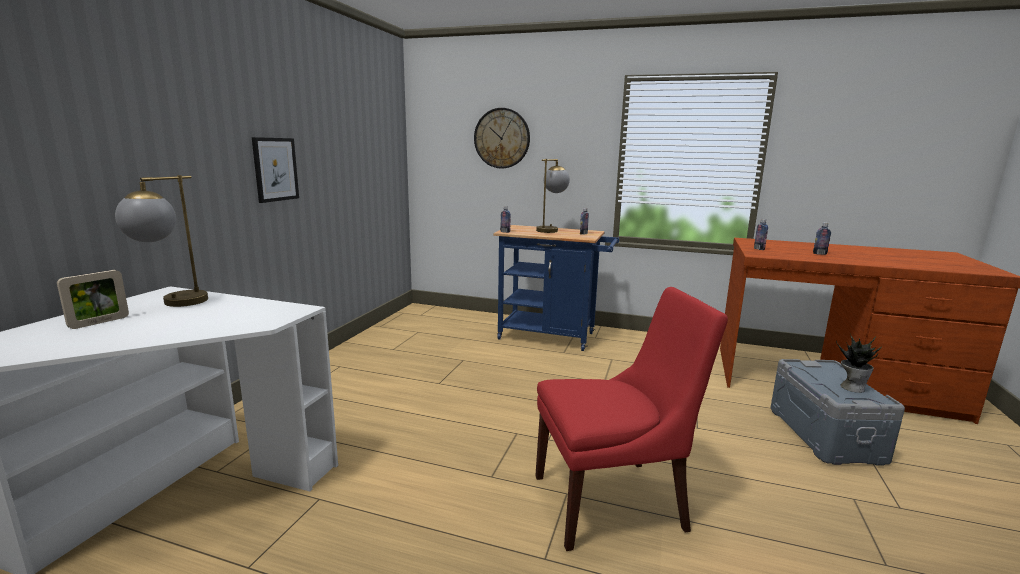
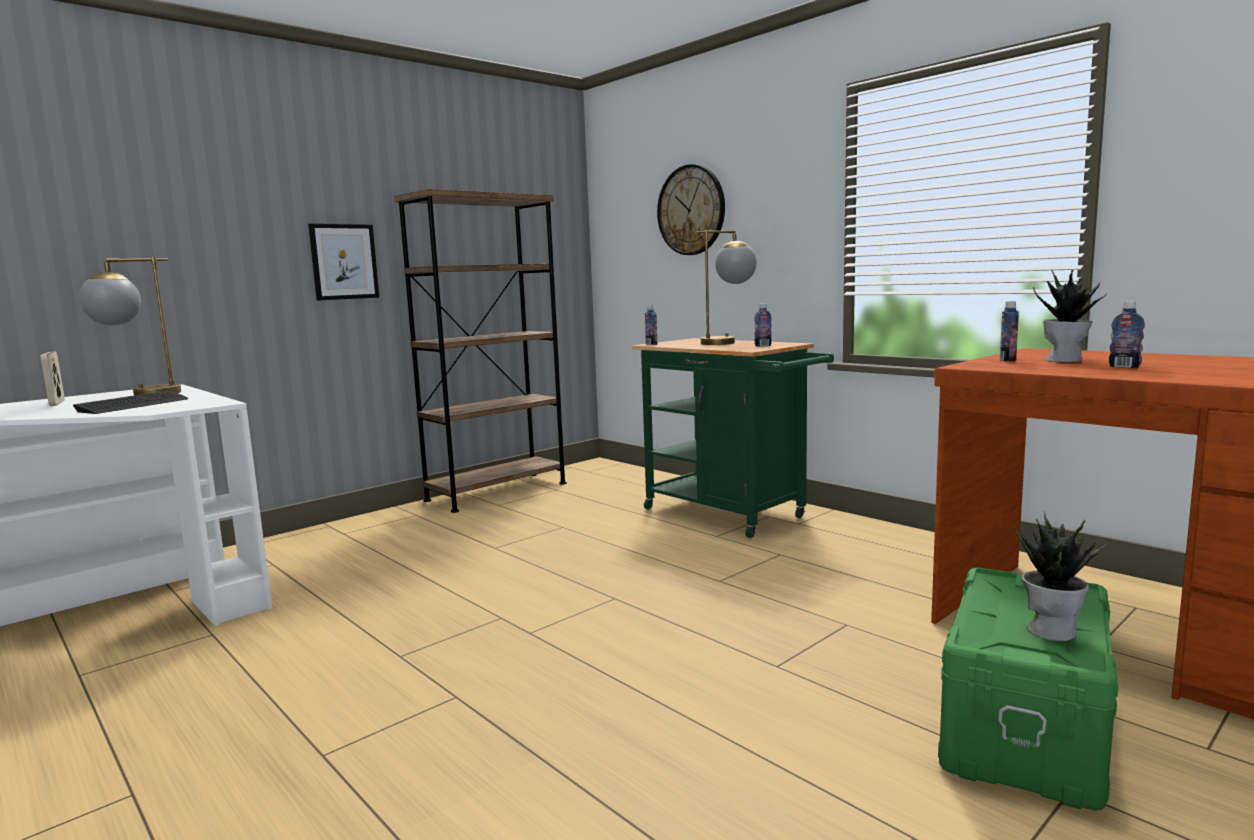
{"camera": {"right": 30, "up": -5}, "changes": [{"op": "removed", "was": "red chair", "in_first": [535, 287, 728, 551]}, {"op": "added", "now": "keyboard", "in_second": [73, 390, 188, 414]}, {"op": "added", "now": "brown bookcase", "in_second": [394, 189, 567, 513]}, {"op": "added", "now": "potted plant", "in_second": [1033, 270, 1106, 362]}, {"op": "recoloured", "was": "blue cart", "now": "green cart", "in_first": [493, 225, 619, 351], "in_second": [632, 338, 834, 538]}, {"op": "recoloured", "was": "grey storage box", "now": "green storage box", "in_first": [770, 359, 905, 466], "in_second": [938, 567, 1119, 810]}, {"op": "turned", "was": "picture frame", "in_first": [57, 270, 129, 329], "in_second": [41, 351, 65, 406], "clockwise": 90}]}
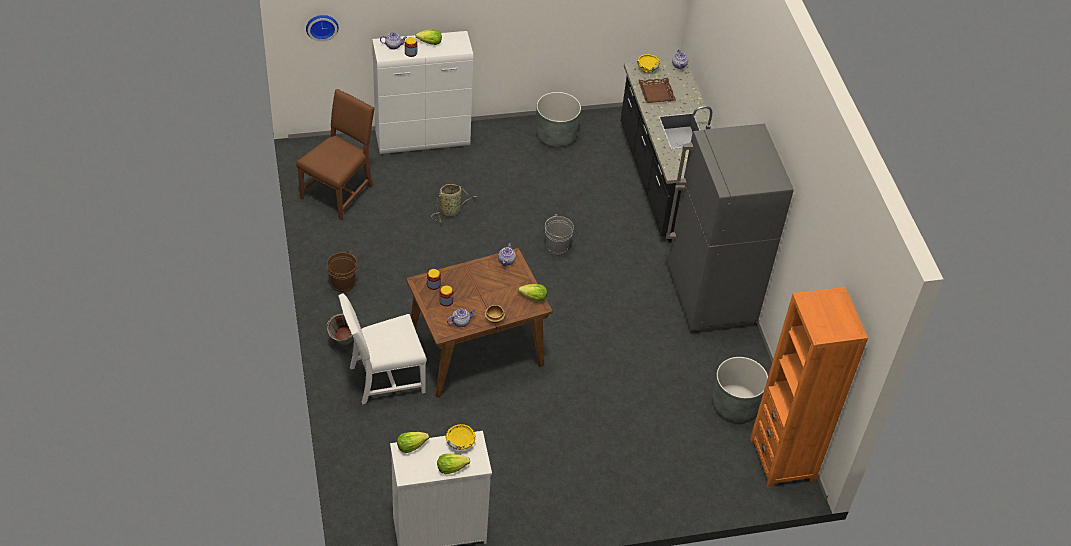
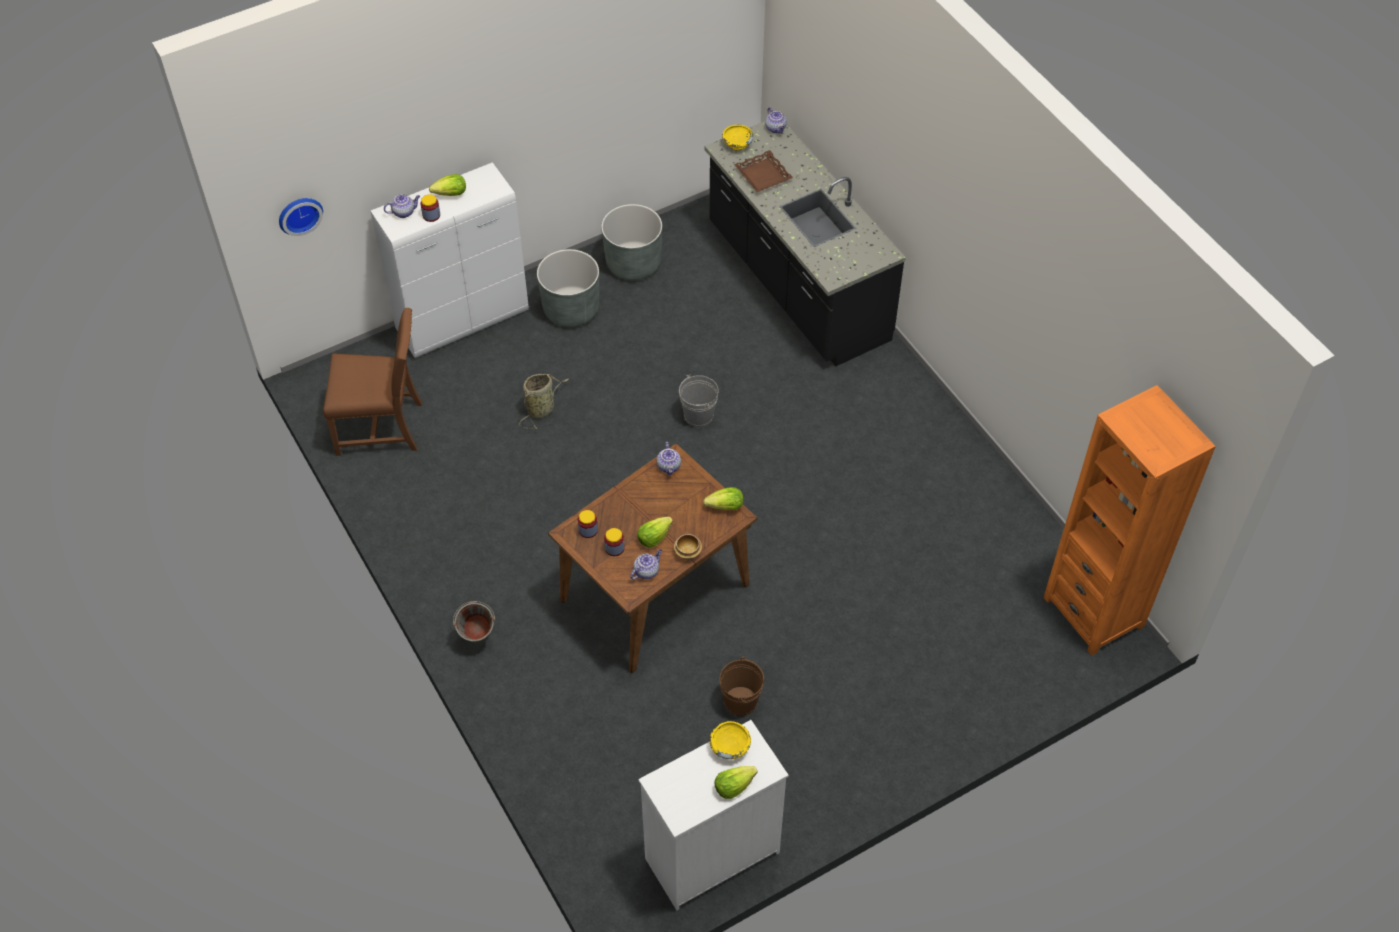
{"camera": {"right": -15, "up": 5}, "changes": [{"op": "removed", "was": "white chair", "in_first": [339, 294, 427, 404]}, {"op": "removed", "was": "grey fridge", "in_first": [666, 124, 794, 331]}, {"op": "moved", "was": "brown bucket", "in_first": [327, 251, 357, 292], "in_second": [720, 656, 764, 716]}, {"op": "moved", "was": "lettuce", "in_first": [397, 432, 429, 453], "in_second": [637, 517, 673, 548]}, {"op": "moved", "was": "grey planter", "in_first": [713, 357, 768, 421], "in_second": [537, 249, 599, 327]}, {"op": "turned", "was": "brown chair", "in_first": [296, 89, 375, 220], "in_second": [323, 308, 422, 456], "clockwise": 75}]}
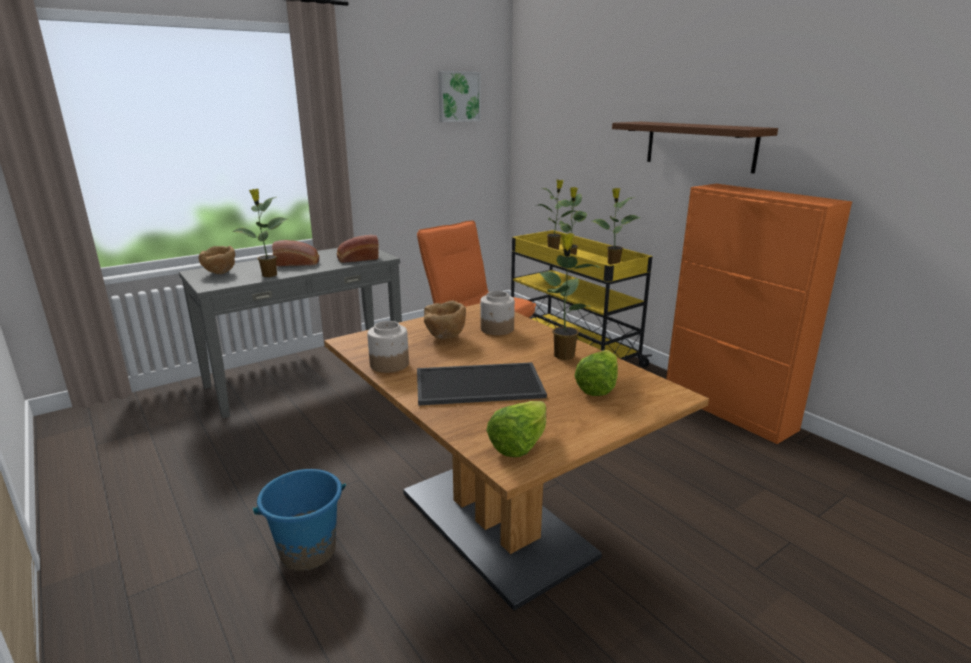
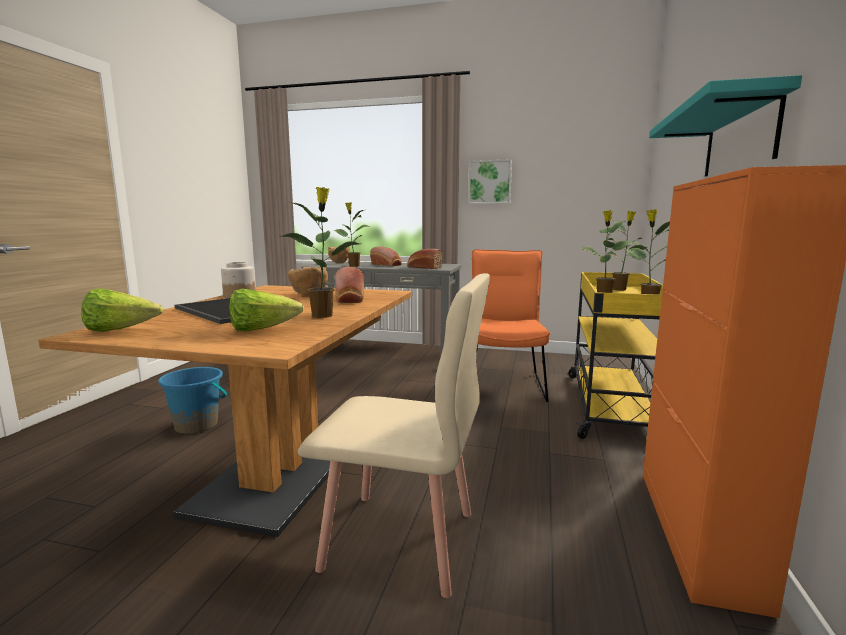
{"camera": {"right": 50, "up": -10}, "changes": [{"op": "added", "now": "beige chair", "in_second": [298, 273, 490, 598]}, {"op": "moved", "was": "picture", "in_first": [438, 71, 481, 122], "in_second": [468, 159, 512, 204]}, {"op": "replaced", "was": "jar", "now": "bread", "in_first": [480, 291, 515, 335], "in_second": [335, 267, 364, 303]}, {"op": "recoloured", "was": "brown shelf", "now": "turquoise shelf", "in_first": [612, 122, 778, 173], "in_second": [649, 75, 802, 177]}]}
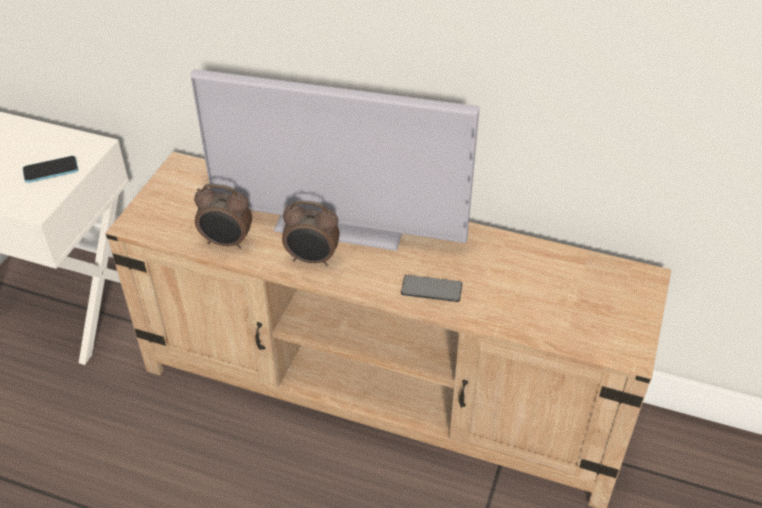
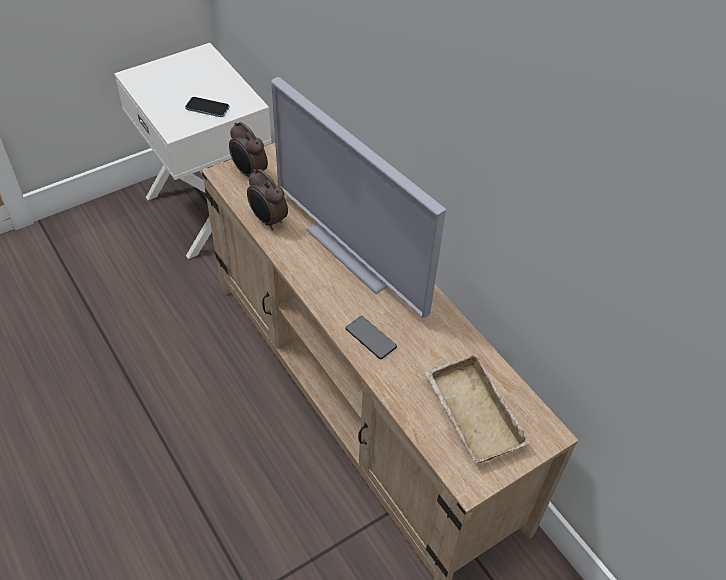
{"camera": {"right": 35, "up": 5}, "changes": [{"op": "added", "now": "beige tray", "in_second": [424, 353, 531, 463]}, {"op": "moved", "was": "alarm clock", "in_first": [282, 200, 340, 266], "in_second": [229, 122, 268, 177]}]}
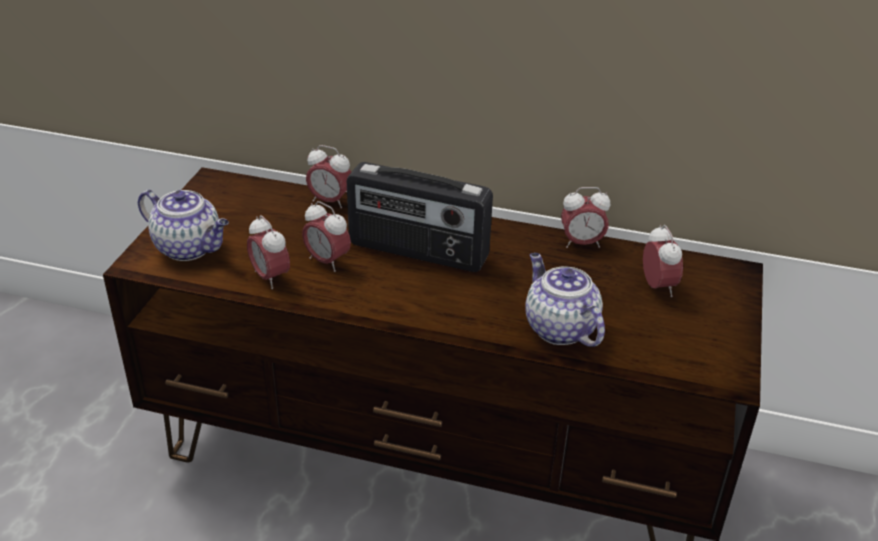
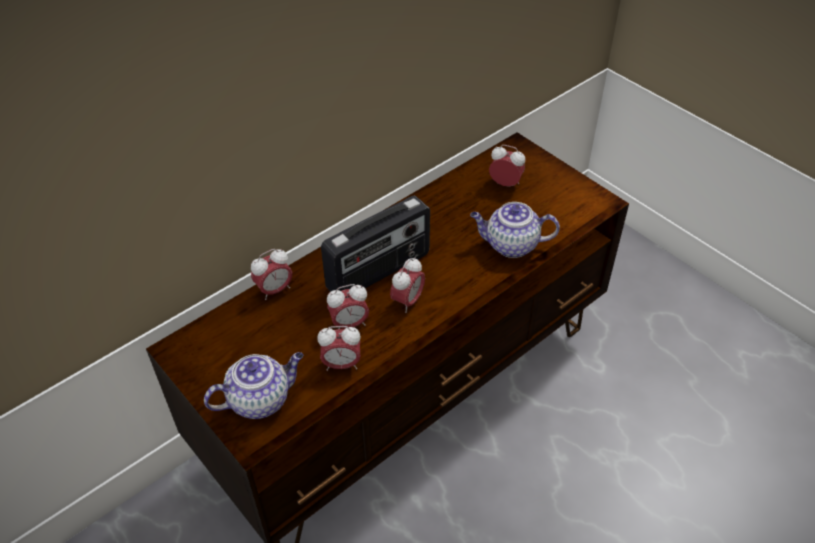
{"camera": {"right": -55, "up": 10}, "changes": [{"op": "moved", "was": "alarm clock", "in_first": [561, 187, 610, 248], "in_second": [390, 257, 425, 313]}]}
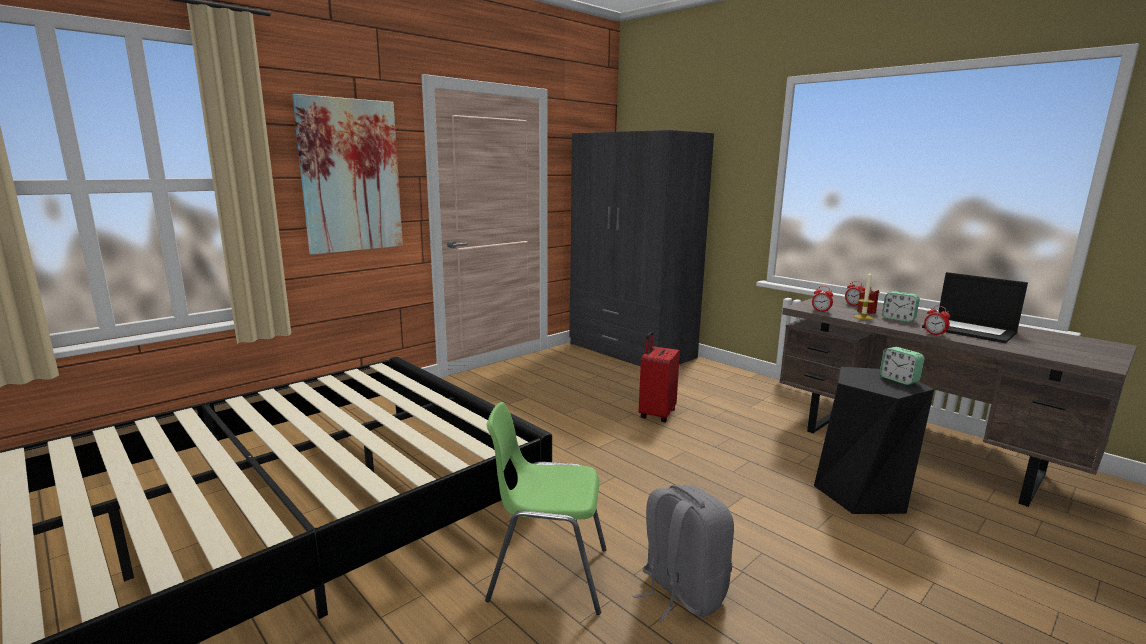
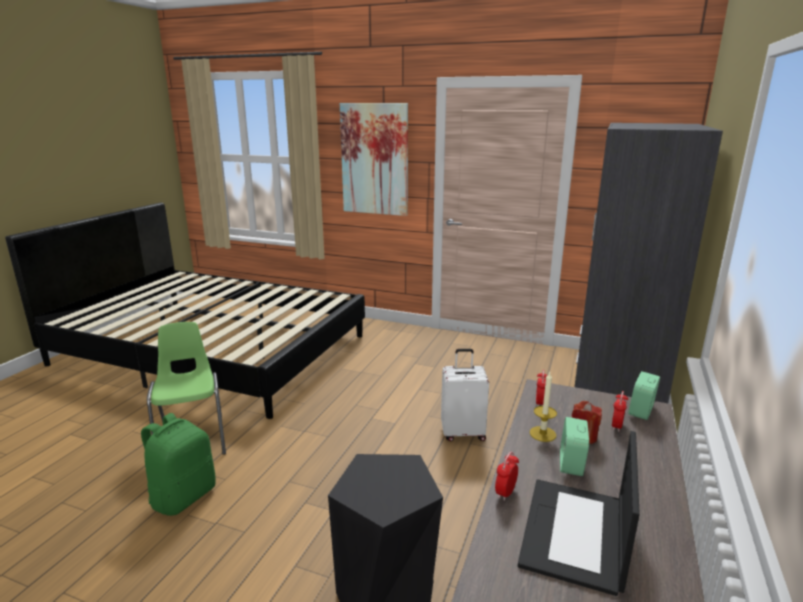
{"camera": {"right": 65, "up": 5}, "changes": [{"op": "moved", "was": "alarm clock", "in_first": [879, 347, 924, 385], "in_second": [628, 371, 660, 420]}, {"op": "recoloured", "was": "grey backpack", "now": "green backpack", "in_first": [633, 484, 734, 623], "in_second": [141, 413, 216, 516]}, {"op": "recoloured", "was": "red suitcase", "now": "white suitcase", "in_first": [639, 331, 680, 422], "in_second": [441, 349, 489, 441]}]}
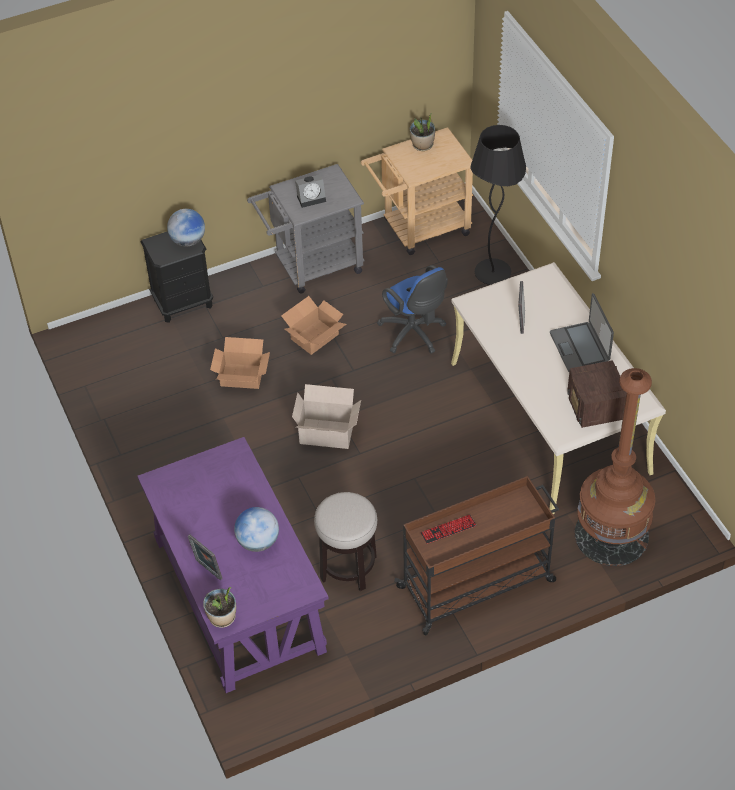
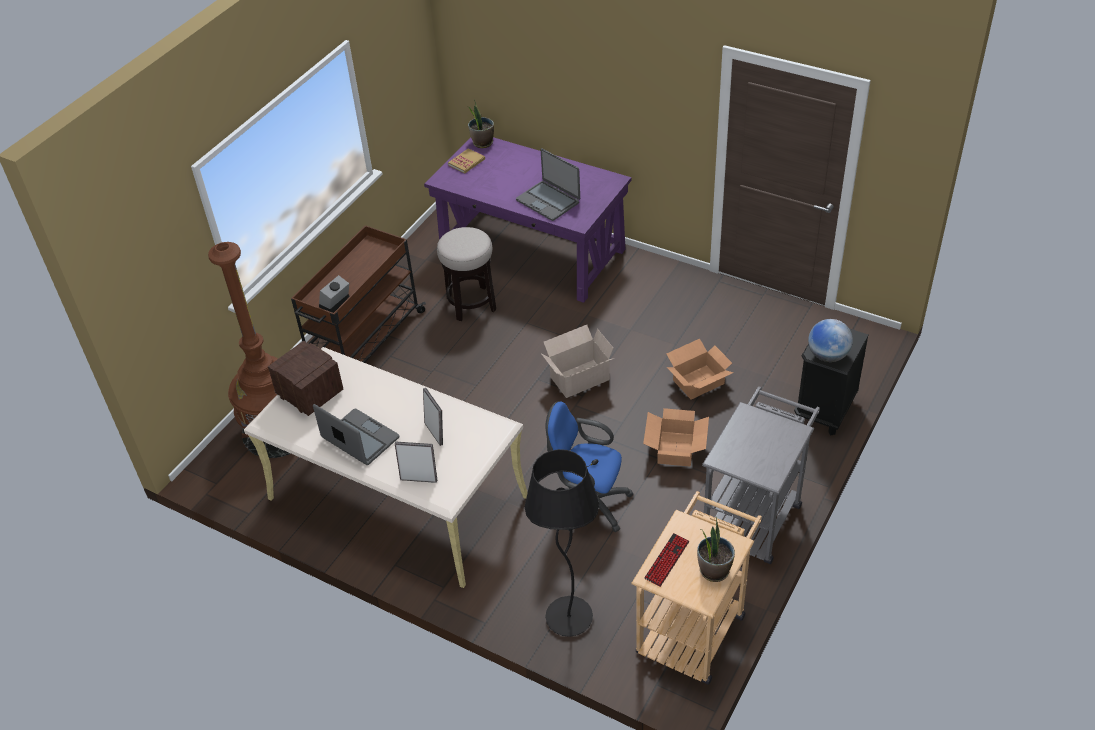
{"camera": {"right": 145, "up": -5}, "changes": [{"op": "removed", "was": "globe", "in_first": [234, 507, 279, 552]}, {"op": "added", "now": "book", "in_second": [448, 148, 485, 174]}, {"op": "added", "now": "laptop", "in_second": [516, 148, 580, 221]}, {"op": "moved", "was": "picture frame", "in_first": [188, 534, 222, 580], "in_second": [395, 442, 437, 483]}, {"op": "moved", "was": "alarm clock", "in_first": [295, 175, 326, 208], "in_second": [319, 275, 350, 313]}, {"op": "moved", "was": "keyboard", "in_first": [420, 515, 477, 544], "in_second": [644, 533, 689, 587]}]}
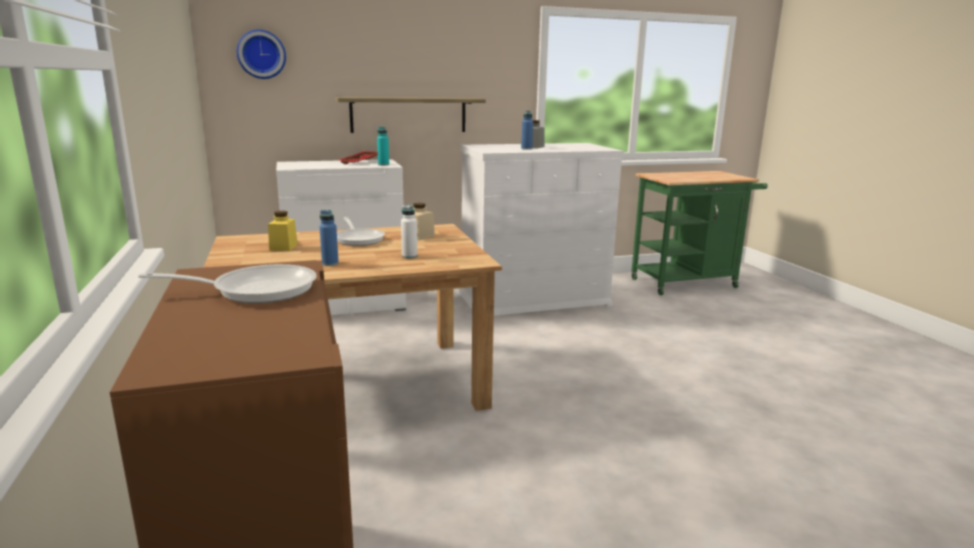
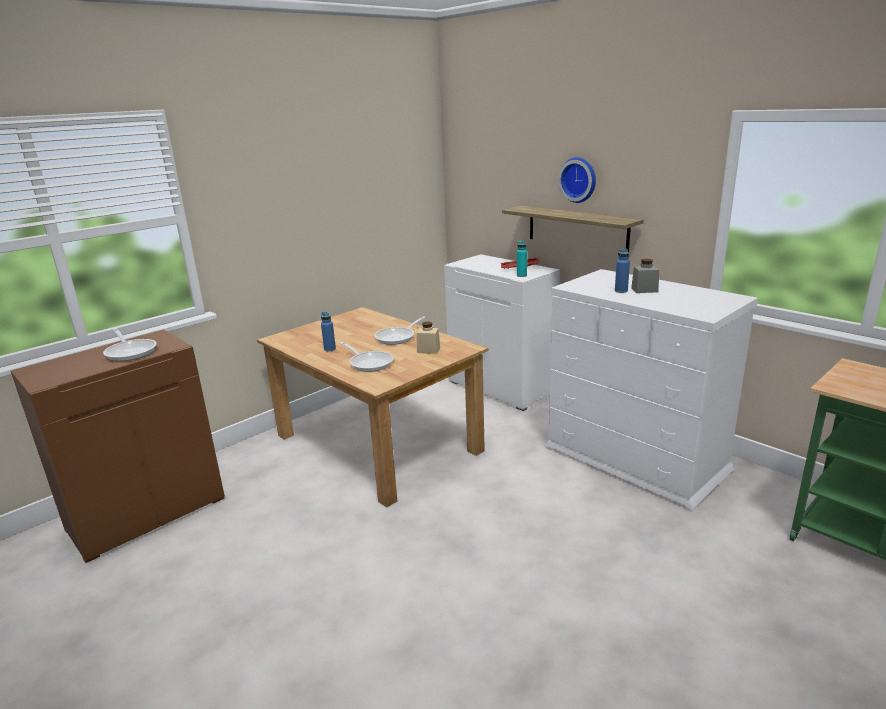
{"camera": {"right": 65, "up": 5}, "changes": [{"op": "removed", "was": "yellow jar", "in_first": [268, 211, 298, 251]}, {"op": "moved", "was": "wall clock", "in_first": [236, 29, 286, 79], "in_second": [558, 157, 596, 203]}, {"op": "replaced", "was": "white bottle", "now": "frying pan", "in_first": [401, 205, 417, 259], "in_second": [340, 342, 393, 372]}]}
